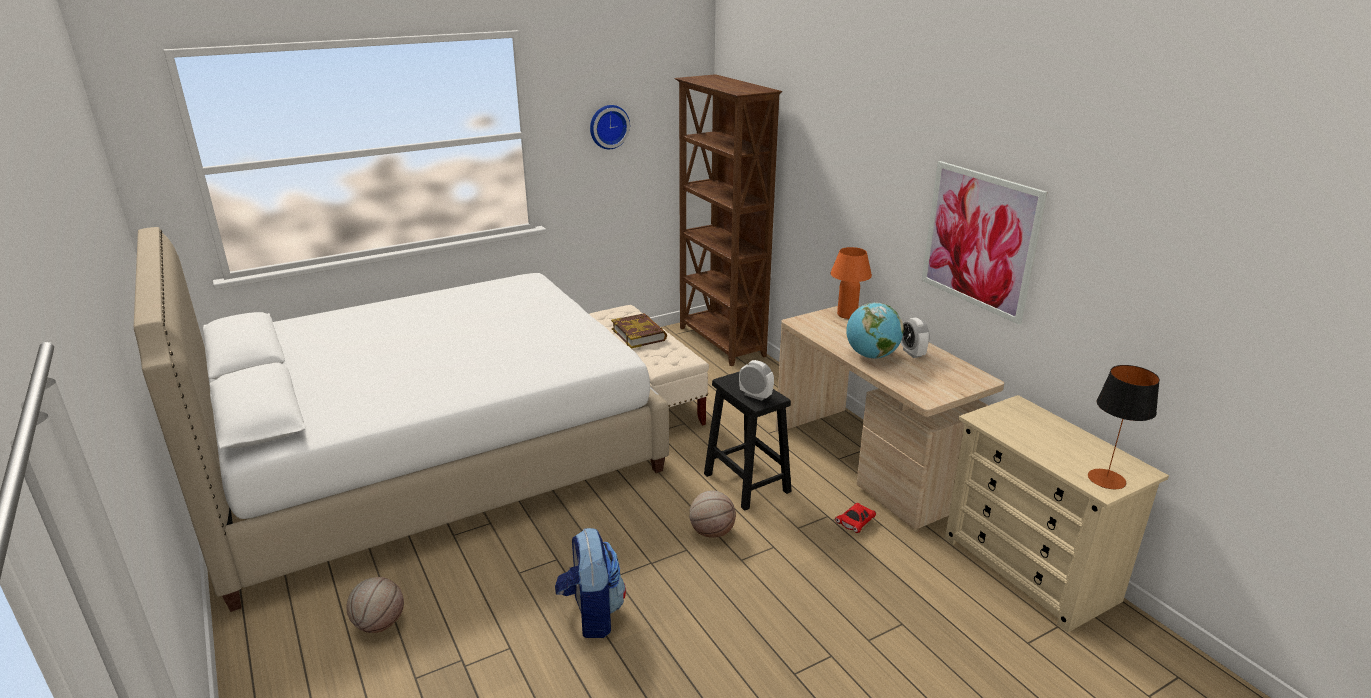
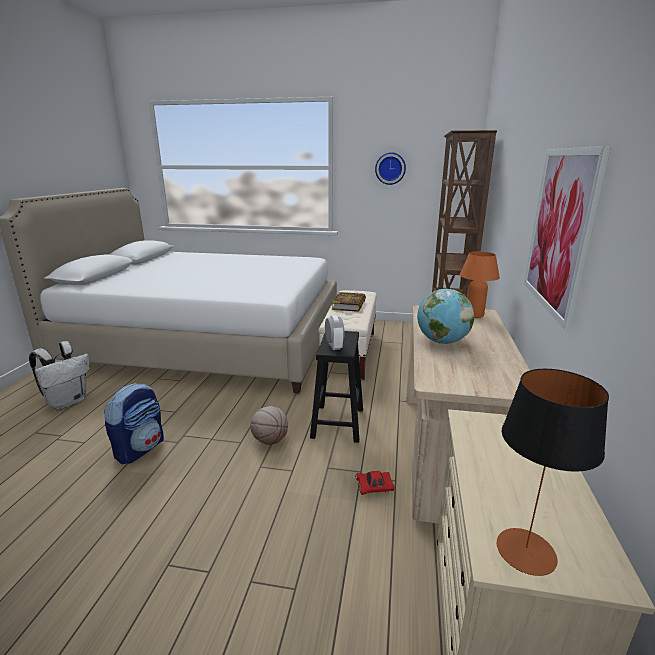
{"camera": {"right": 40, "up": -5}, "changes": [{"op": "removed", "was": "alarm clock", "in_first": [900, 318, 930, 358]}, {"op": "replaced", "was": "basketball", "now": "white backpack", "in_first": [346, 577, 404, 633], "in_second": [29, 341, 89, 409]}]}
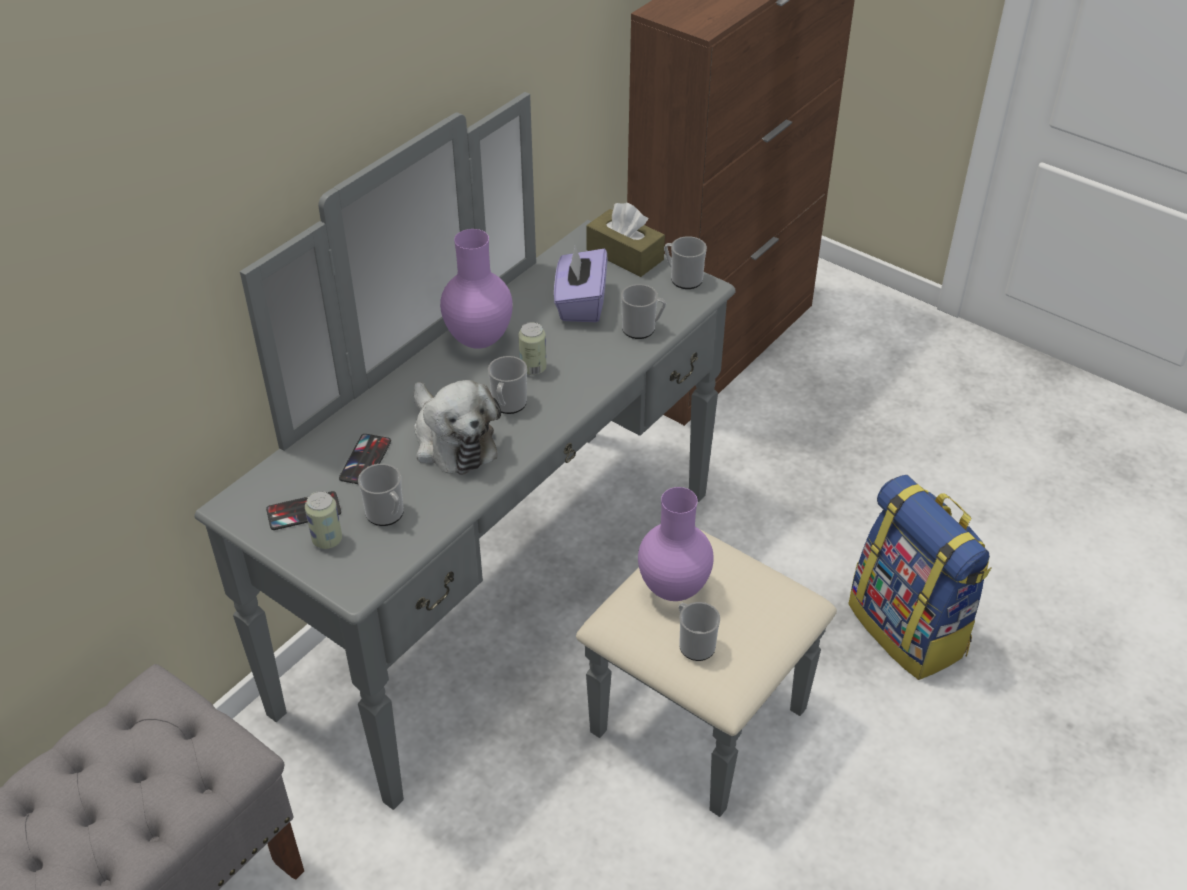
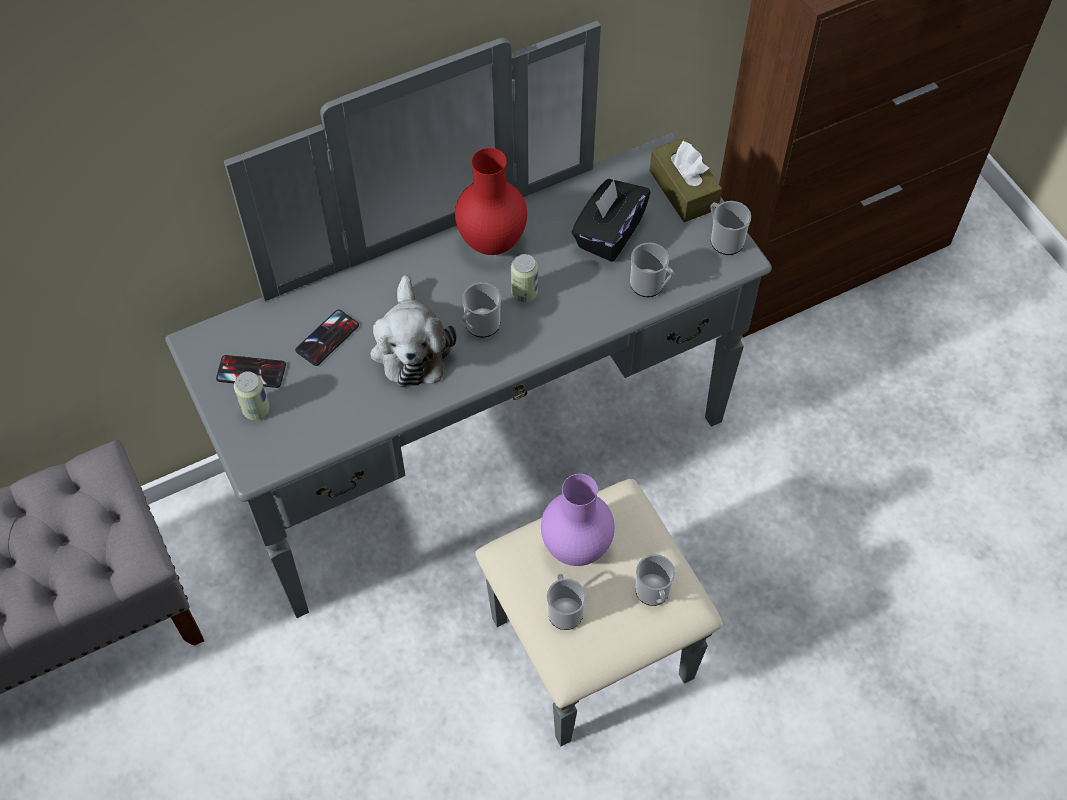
{"camera": {"right": 25, "up": 15}, "changes": [{"op": "removed", "was": "backpack", "in_first": [848, 475, 992, 680]}, {"op": "moved", "was": "mug", "in_first": [358, 463, 404, 526], "in_second": [635, 554, 675, 606]}, {"op": "recoloured", "was": "purple vase", "now": "red vase", "in_first": [440, 229, 513, 349], "in_second": [455, 148, 527, 255]}, {"op": "recoloured", "was": "purple tissue box", "now": "black tissue box", "in_first": [554, 245, 608, 322], "in_second": [571, 179, 651, 262]}]}
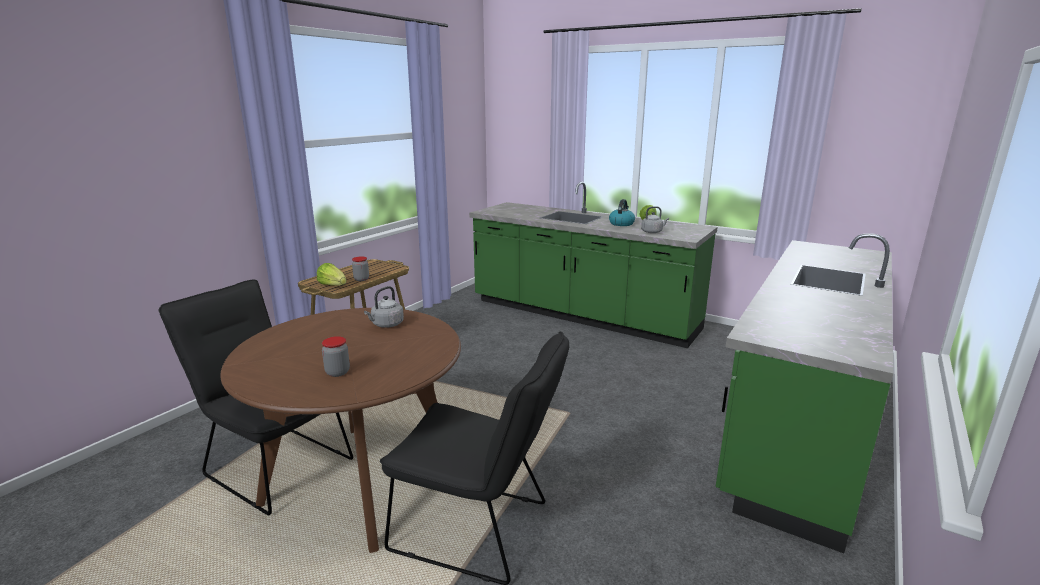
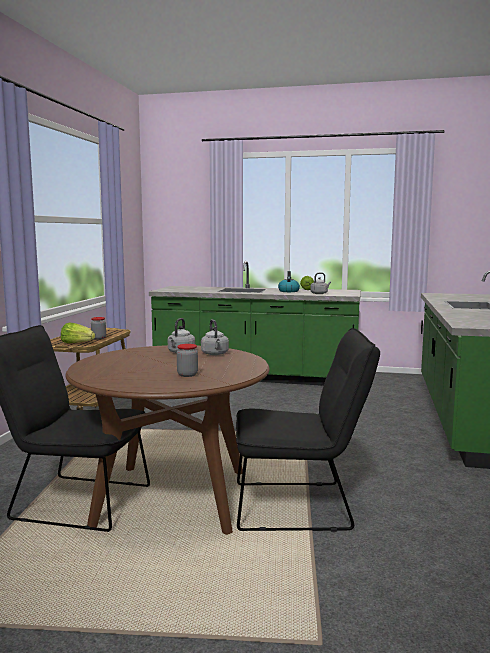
{"camera": {"right": -20, "up": -10}, "changes": [{"op": "added", "now": "grey kettle", "in_second": [201, 319, 229, 355]}]}
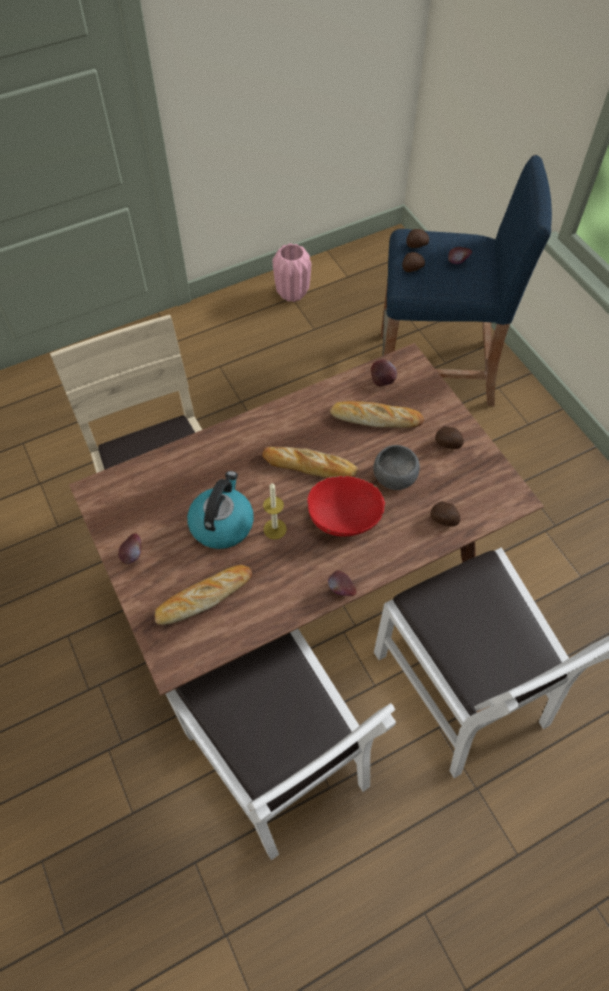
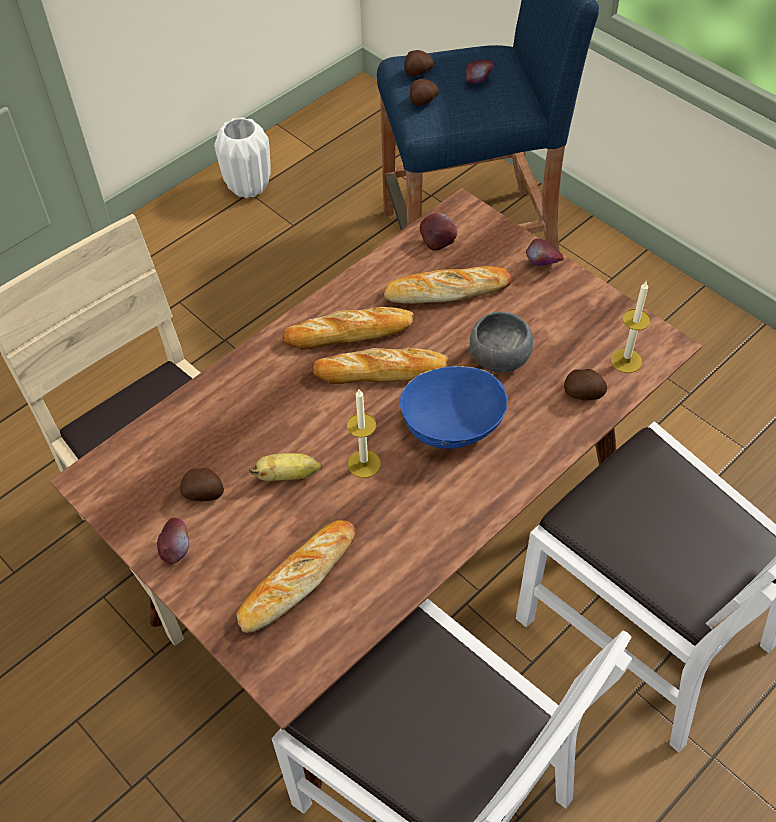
{"camera": {"right": -15, "up": -5}, "changes": [{"op": "added", "now": "bread", "in_second": [283, 307, 413, 350]}, {"op": "added", "now": "candle", "in_second": [611, 282, 651, 373]}, {"op": "moved", "was": "apple", "in_first": [328, 570, 356, 596], "in_second": [526, 239, 564, 266]}, {"op": "moved", "was": "potato", "in_first": [435, 426, 464, 449], "in_second": [180, 468, 224, 502]}, {"op": "replaced", "was": "kettle", "now": "banana", "in_first": [187, 471, 254, 549], "in_second": [249, 453, 323, 481]}, {"op": "recoloured", "was": "pink vase", "now": "white vase", "in_first": [272, 243, 311, 302], "in_second": [214, 117, 271, 198]}, {"op": "recoloured", "was": "red bowl", "now": "blue bowl", "in_first": [307, 476, 385, 537], "in_second": [400, 366, 508, 449]}]}
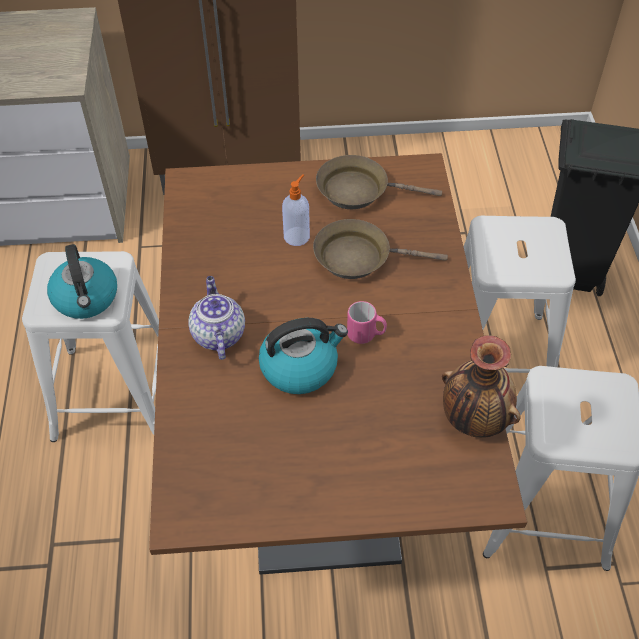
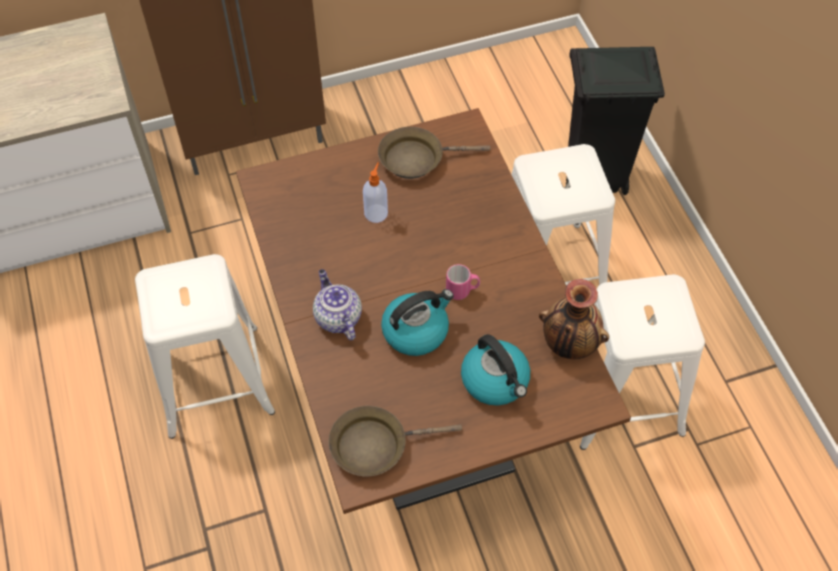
{"camera": {"right": -15, "up": 5}, "changes": [{"op": "moved", "was": "kettle", "in_first": [47, 244, 117, 319], "in_second": [461, 334, 530, 406]}, {"op": "moved", "was": "brown frying pan", "in_first": [313, 219, 448, 279], "in_second": [329, 406, 462, 476]}]}
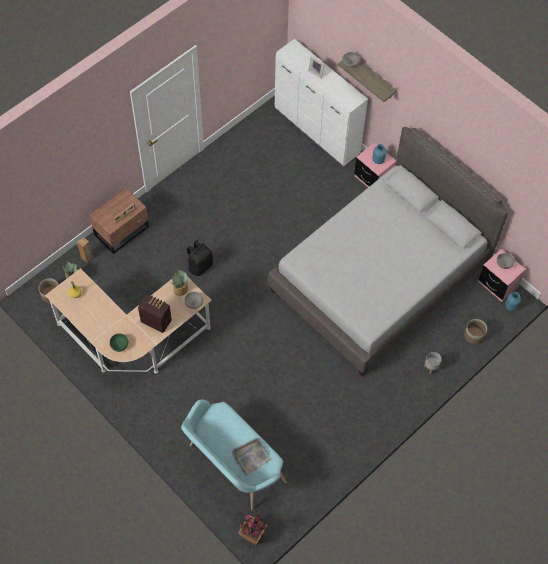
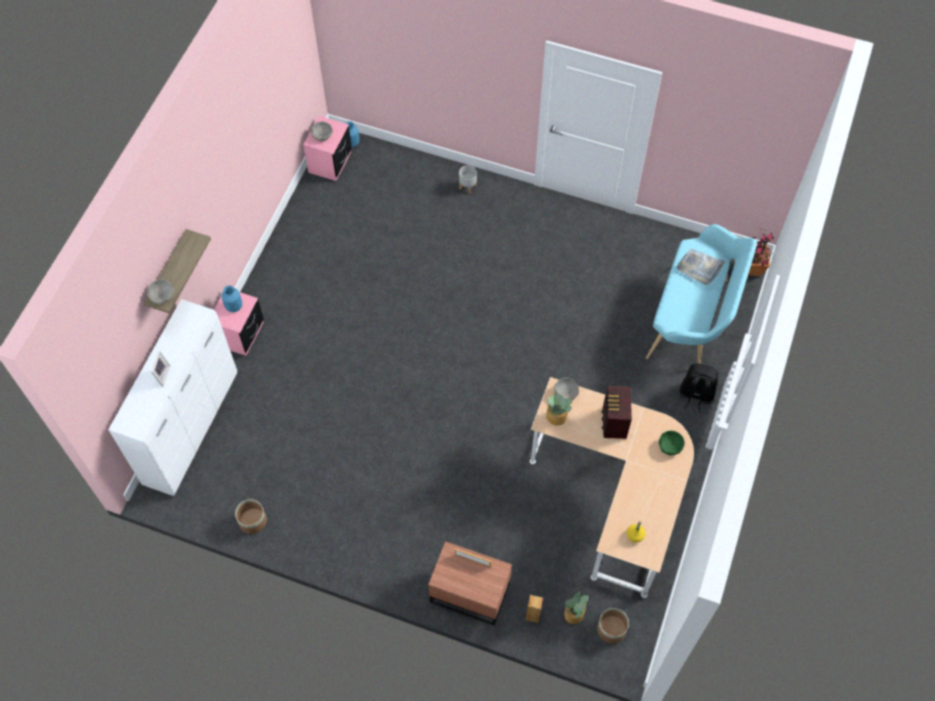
{"camera": {"right": -115, "up": 0}, "changes": [{"op": "removed", "was": "grey bed", "in_first": [268, 127, 509, 376]}, {"op": "moved", "was": "black backpack", "in_first": [186, 240, 213, 276], "in_second": [680, 363, 718, 413]}, {"op": "moved", "was": "planter", "in_first": [464, 319, 487, 344], "in_second": [235, 499, 267, 534]}]}
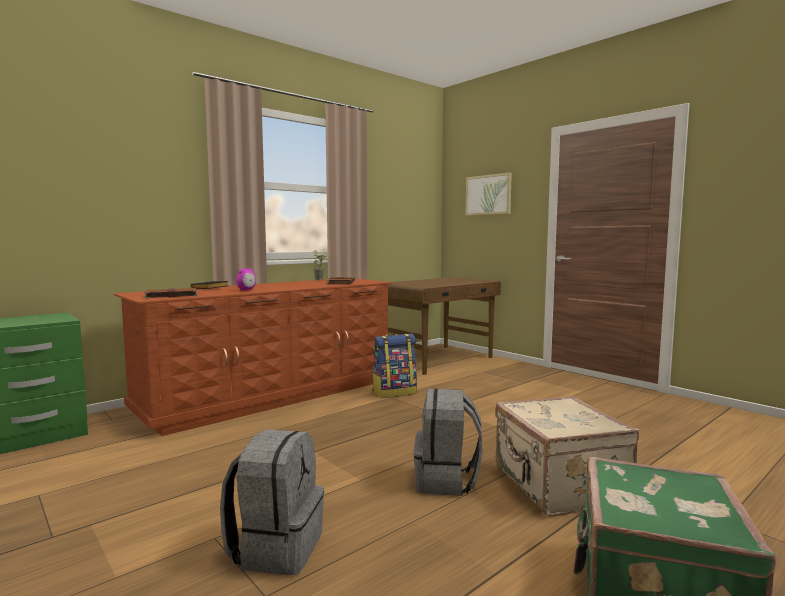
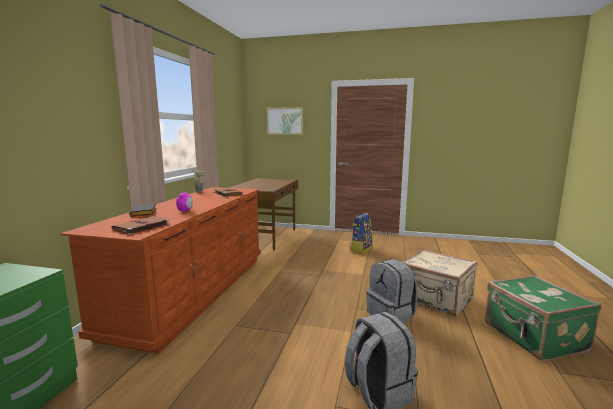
{"camera": {"right": -35, "up": 5}, "changes": [{"op": "moved", "was": "backpack", "in_first": [372, 333, 417, 398], "in_second": [350, 213, 373, 254]}]}
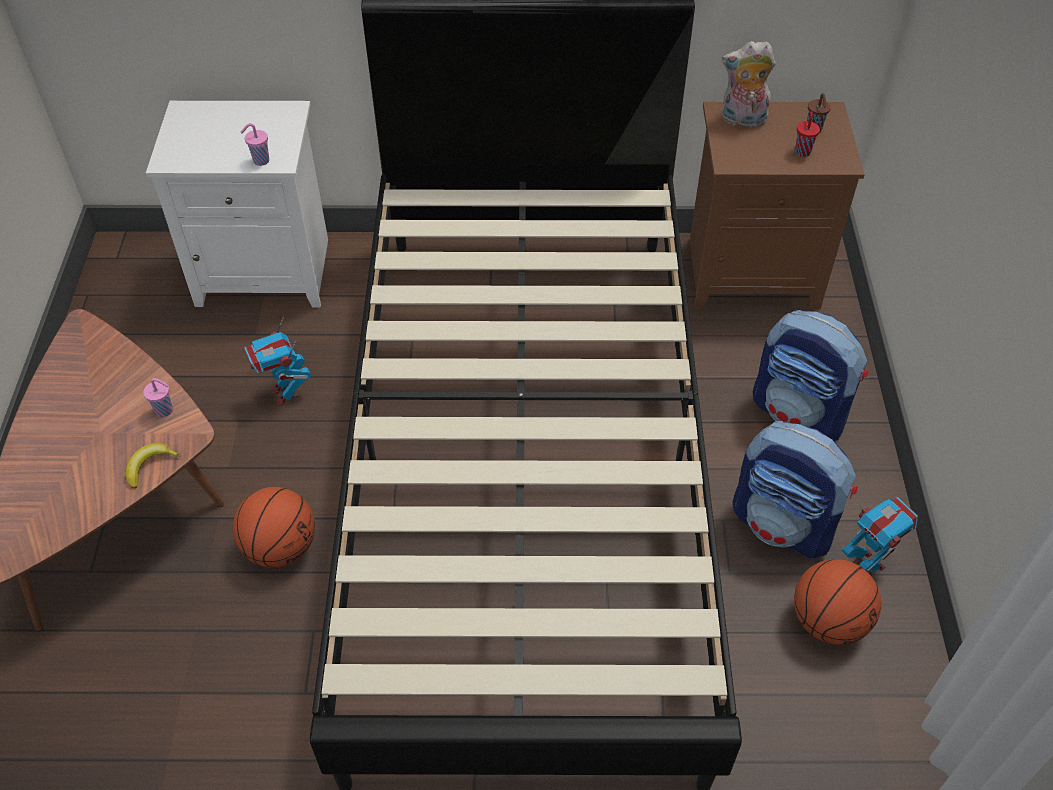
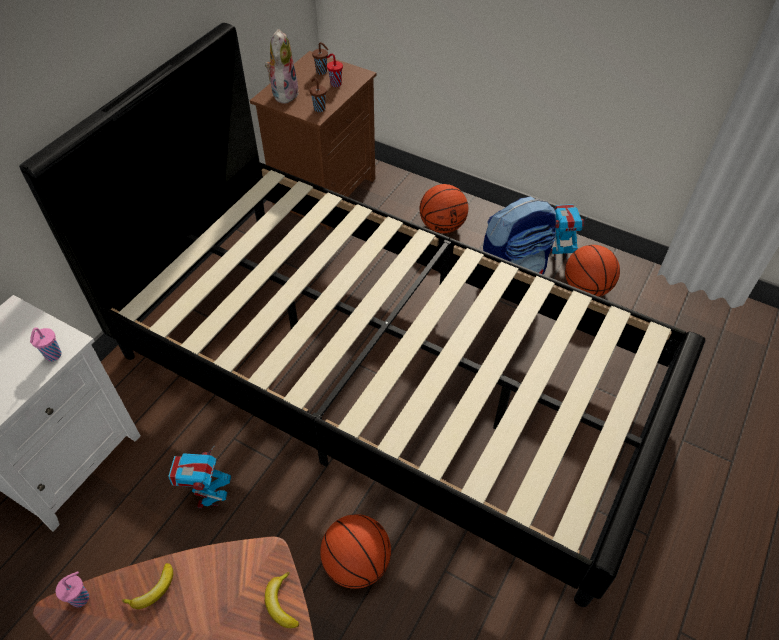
{"camera": {"right": -60, "up": 0}, "changes": [{"op": "added", "now": "banana", "in_second": [122, 563, 173, 609]}, {"op": "added", "now": "brown cup", "in_second": [310, 78, 326, 112]}, {"op": "moved", "was": "pink cup", "in_first": [143, 378, 173, 417], "in_second": [56, 571, 89, 608]}, {"op": "replaced", "was": "backpack", "now": "basketball", "in_first": [753, 310, 869, 441], "in_second": [420, 184, 468, 233]}, {"op": "turned", "was": "toy robot", "in_first": [244, 316, 311, 406], "in_second": [168, 446, 231, 508], "clockwise": 90}, {"op": "turned", "was": "plush toy", "in_first": [722, 41, 776, 127], "in_second": [265, 29, 299, 104], "clockwise": 150}]}
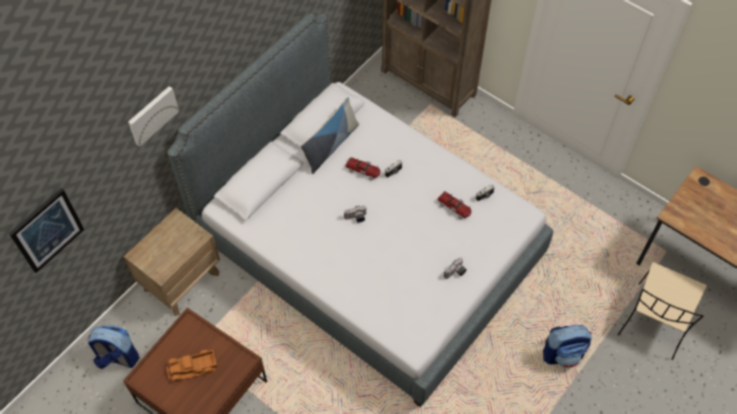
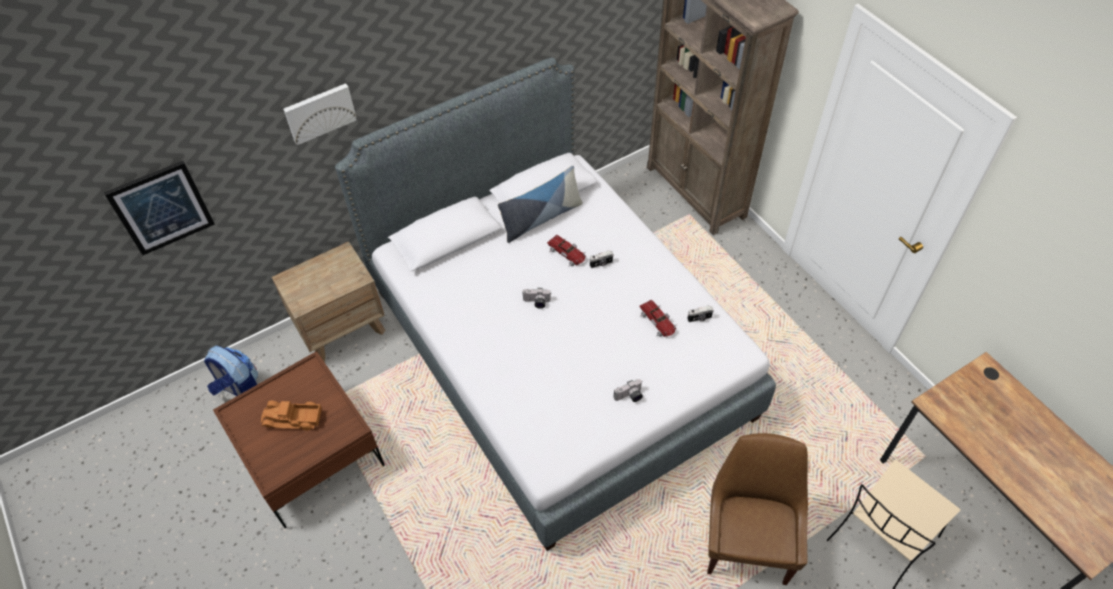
{"camera": {"right": 20, "up": -5}, "changes": [{"op": "replaced", "was": "backpack", "now": "brown chair", "in_first": [543, 325, 592, 368], "in_second": [707, 433, 808, 585]}]}
